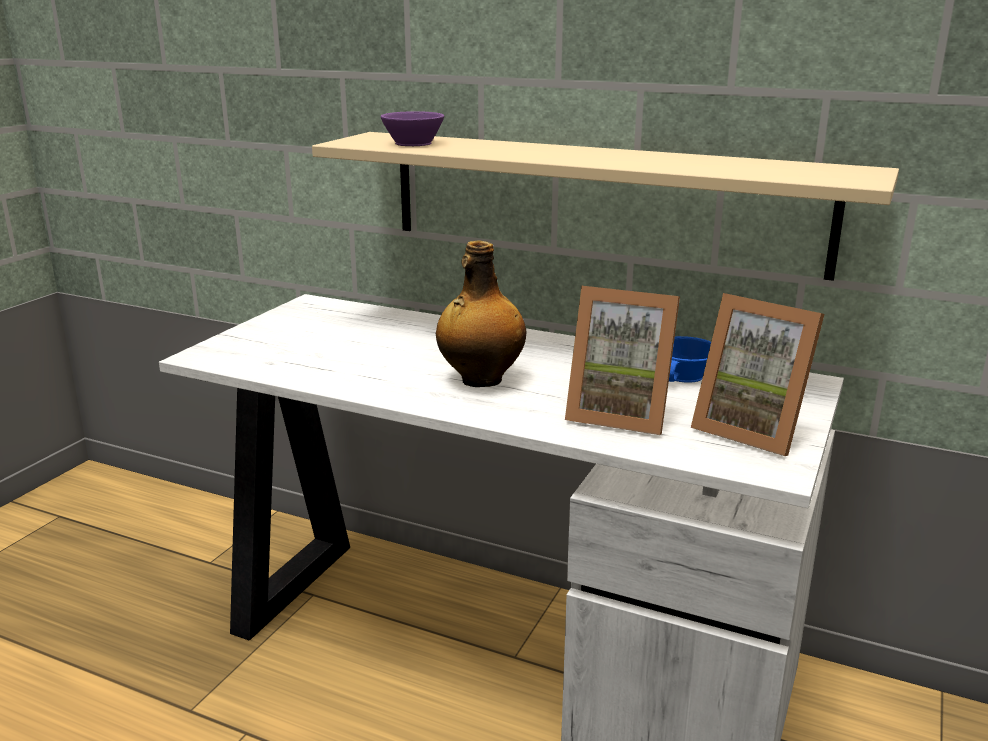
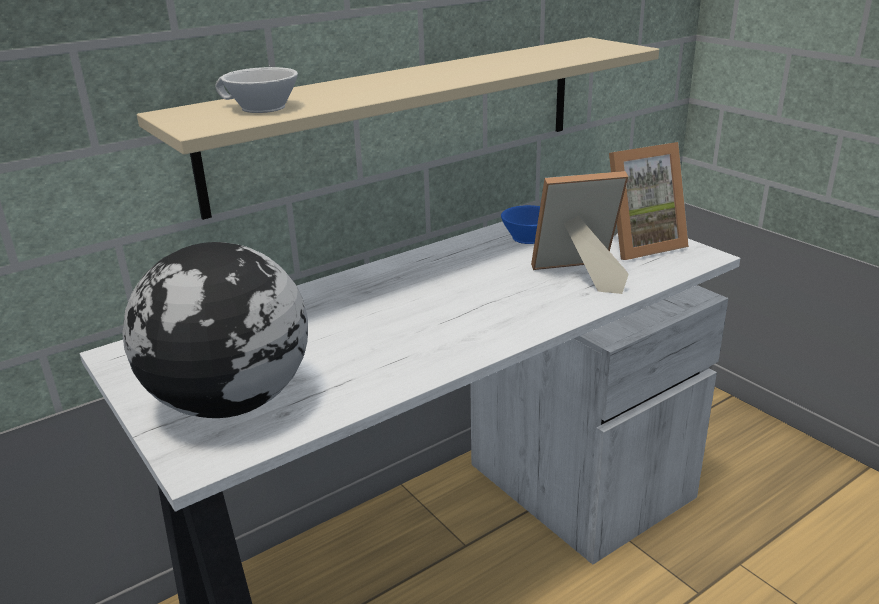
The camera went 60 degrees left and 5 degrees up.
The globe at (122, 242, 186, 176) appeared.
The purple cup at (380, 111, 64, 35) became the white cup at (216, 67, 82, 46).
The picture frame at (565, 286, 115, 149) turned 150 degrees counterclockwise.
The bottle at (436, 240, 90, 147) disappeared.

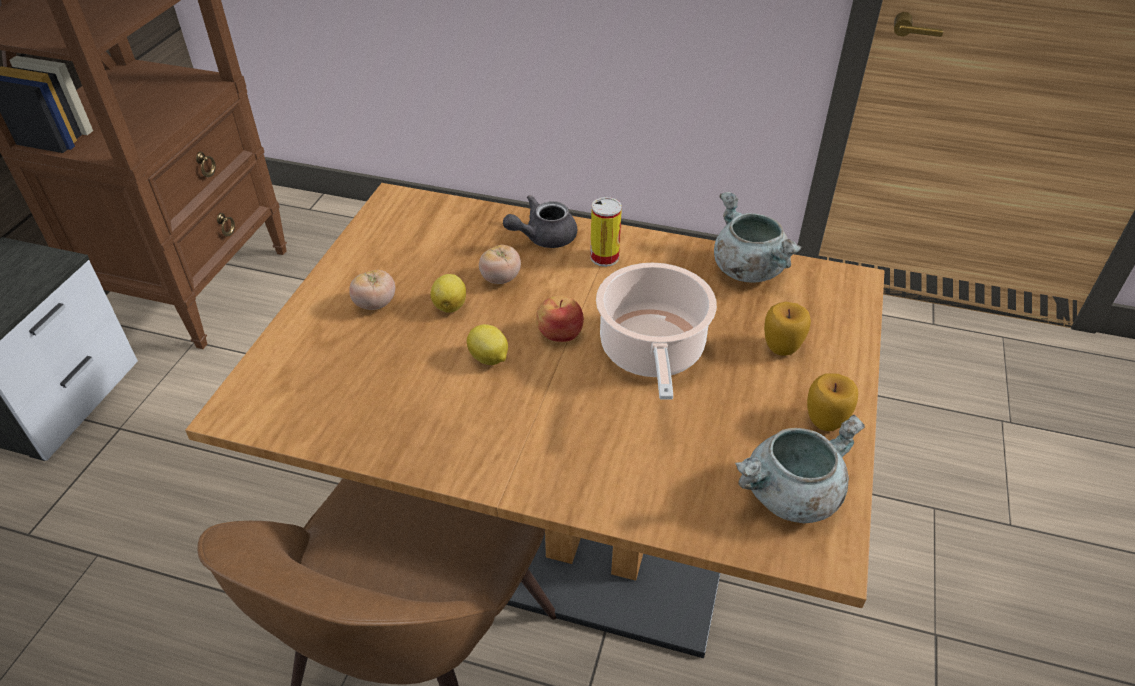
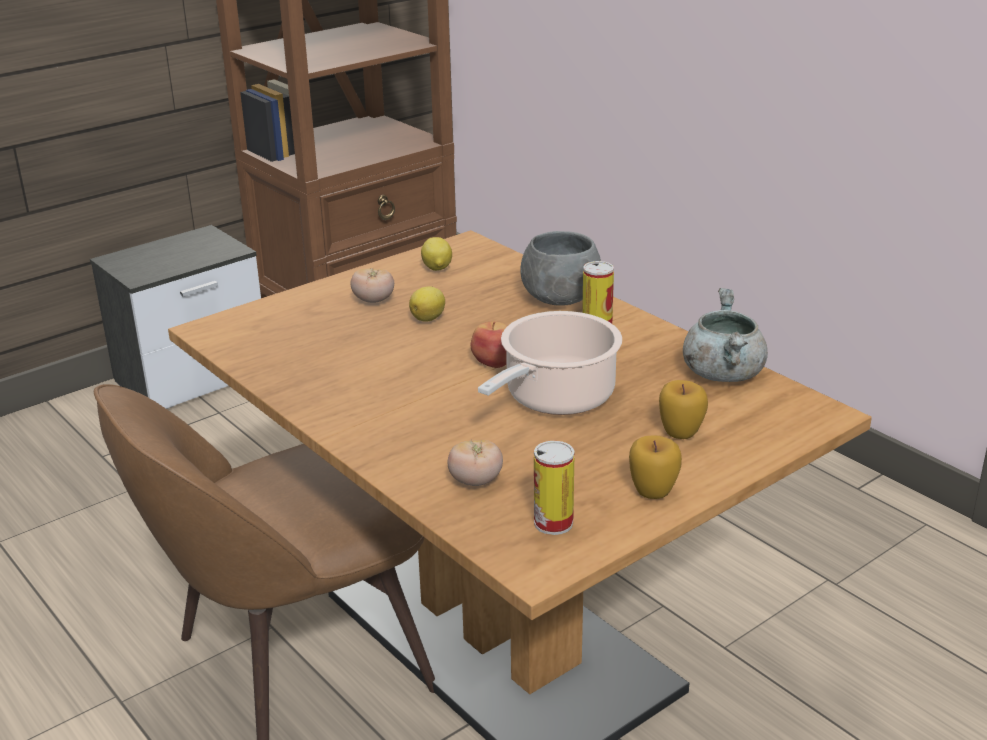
The camera went 35 degrees right and 15 degrees down.
The lemon moved from (467, 324, 41, 41) to (421, 237, 31, 34).
The tomato moved from (479, 245, 42, 39) to (448, 440, 55, 46).
The grey teapot at (503, 195, 74, 53) was replaced by the grey bowl at (520, 231, 81, 75).
The grey cooking pot at (735, 415, 130, 108) was replaced by the can at (534, 441, 41, 94).

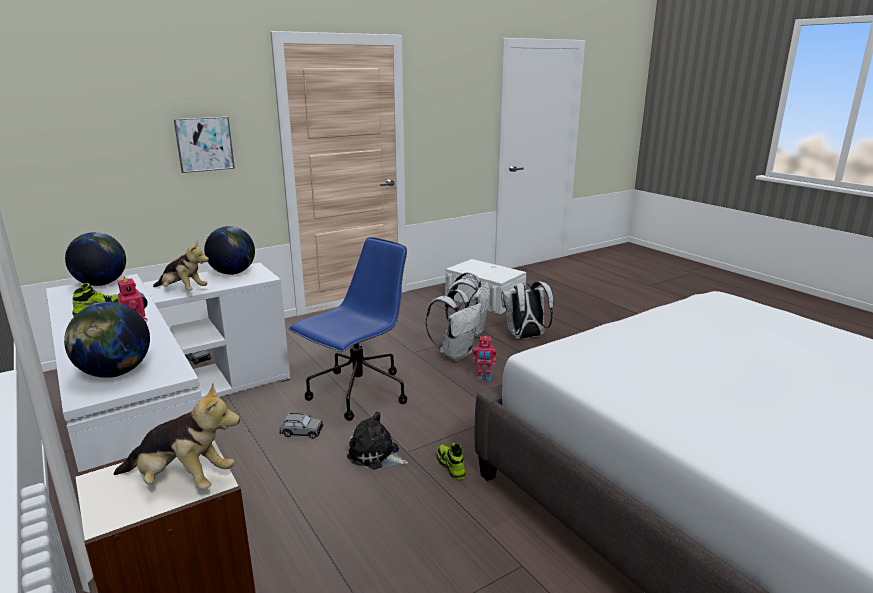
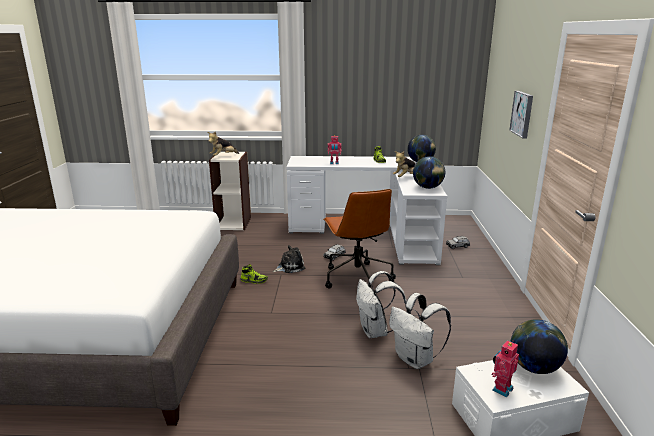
The camera went 125 degrees right and 0 degrees up.
The blue office chair at (288, 237, 119, 184) became the brown office chair at (323, 189, 73, 99).
The toy robot moved from (473, 336, 23, 45) to (492, 340, 27, 57).
The globe moved from (64, 302, 86, 76) to (510, 319, 58, 55).
The white backpack at (501, 281, 52, 58) disappeared.

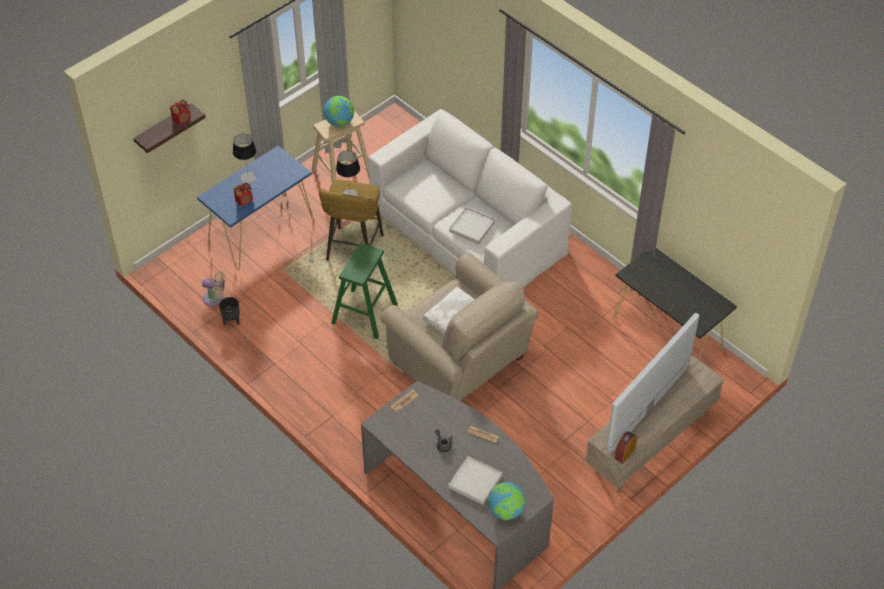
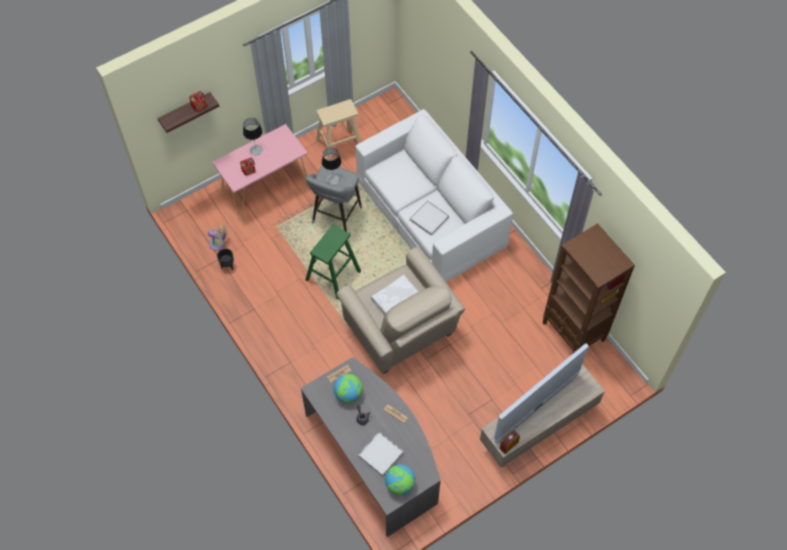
The camera went 10 degrees right and 10 degrees up.
The blue console table at (197, 146, 116, 123) became the pink console table at (212, 124, 96, 97).
The yellow stool at (319, 179, 65, 82) became the grey stool at (306, 165, 56, 67).
The globe moved from (324, 96, 30, 31) to (333, 374, 30, 29).
The black console table at (613, 248, 124, 112) was replaced by the brown bookcase at (543, 223, 92, 130).

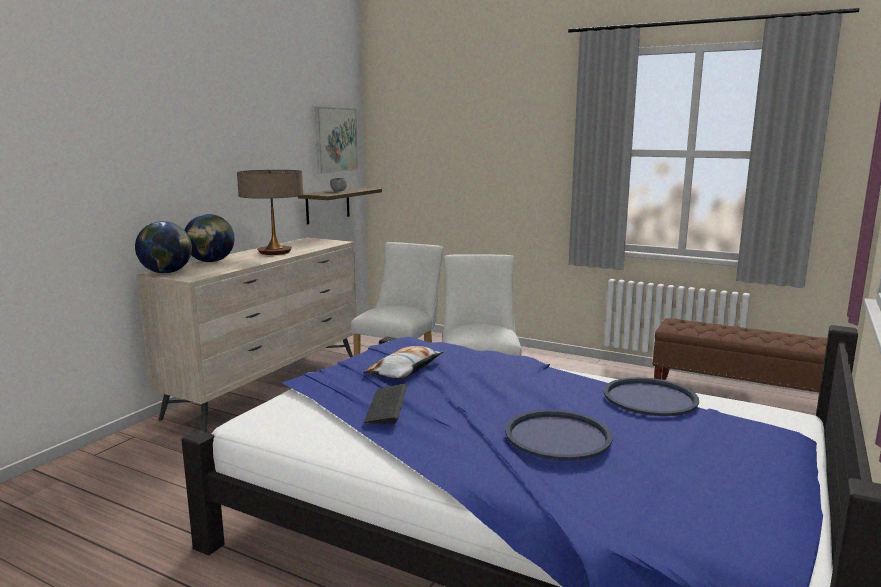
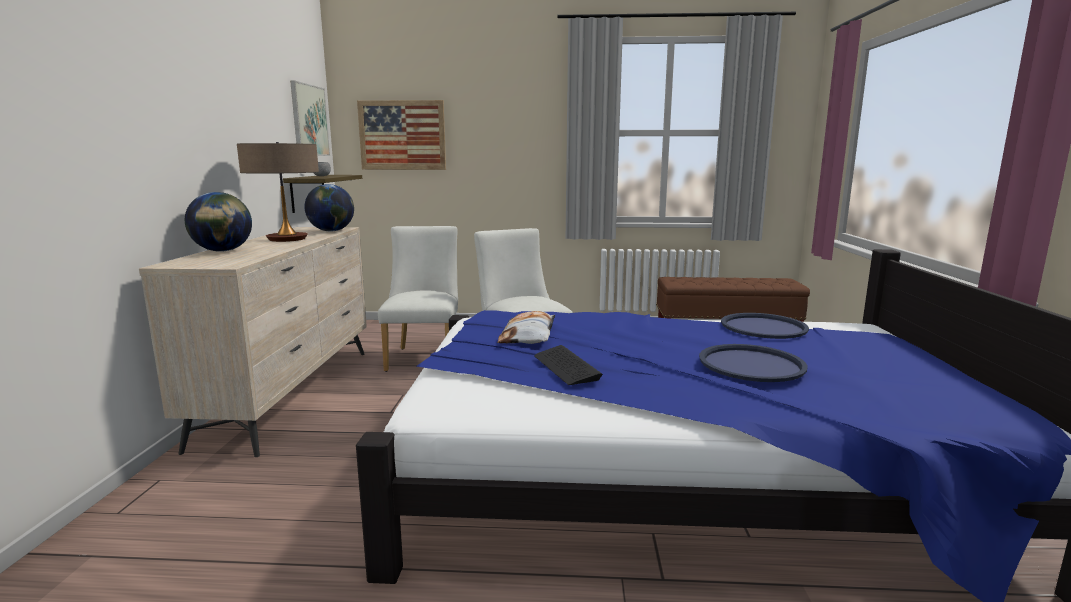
The camera went 25 degrees left and 0 degrees up.
The globe moved from (135, 221, 57, 52) to (304, 184, 50, 48).
The picture at (357, 100, 89, 70) appeared.

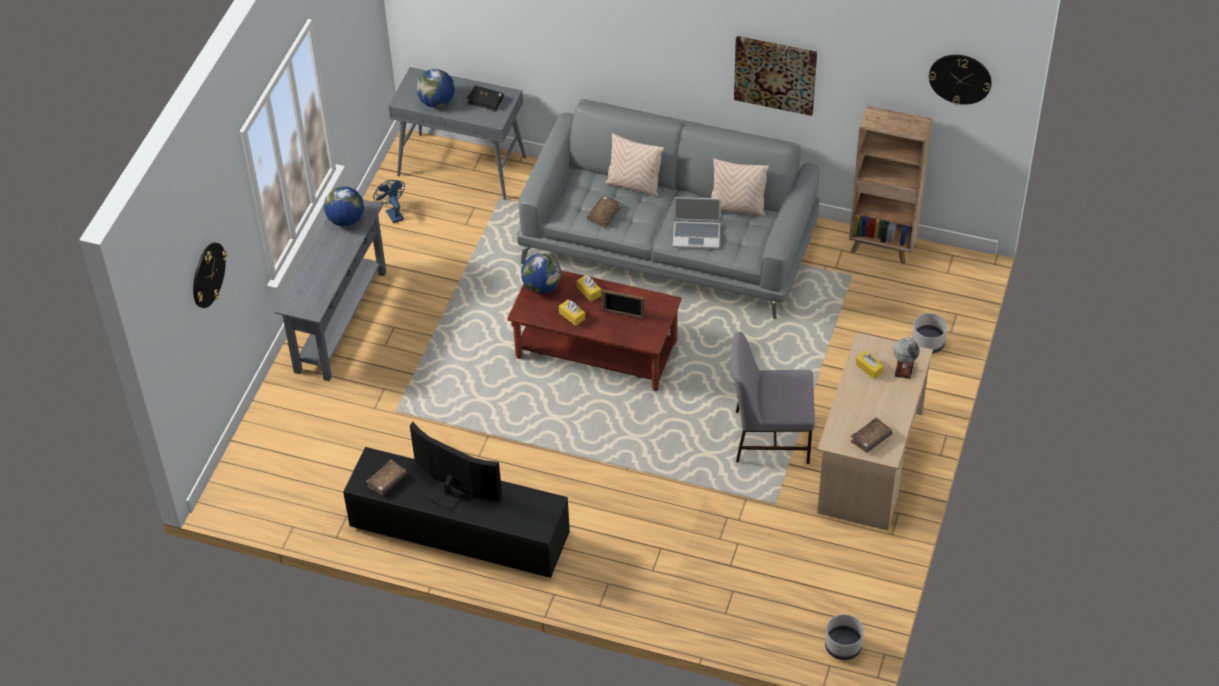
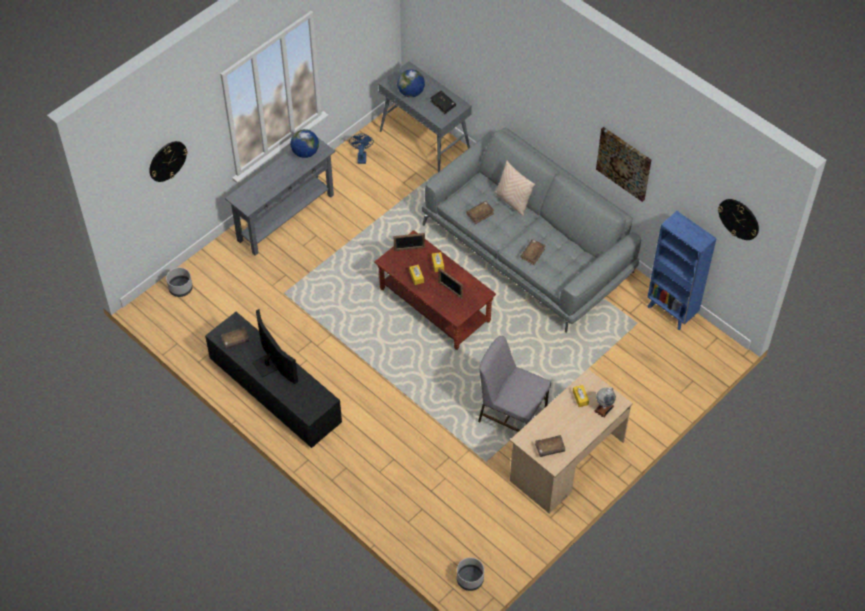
The camera went 25 degrees right and 5 degrees up.
The grey planter moved from (912, 313, 35, 41) to (166, 268, 27, 29).
The globe at (521, 254, 41, 40) was replaced by the picture frame at (394, 233, 31, 18).
The laptop at (673, 197, 48, 52) was replaced by the brown book at (521, 239, 25, 26).
The brown bookcase at (849, 105, 83, 159) became the blue bookcase at (648, 211, 69, 119).
The beige pillow at (711, 158, 58, 58) disappeared.

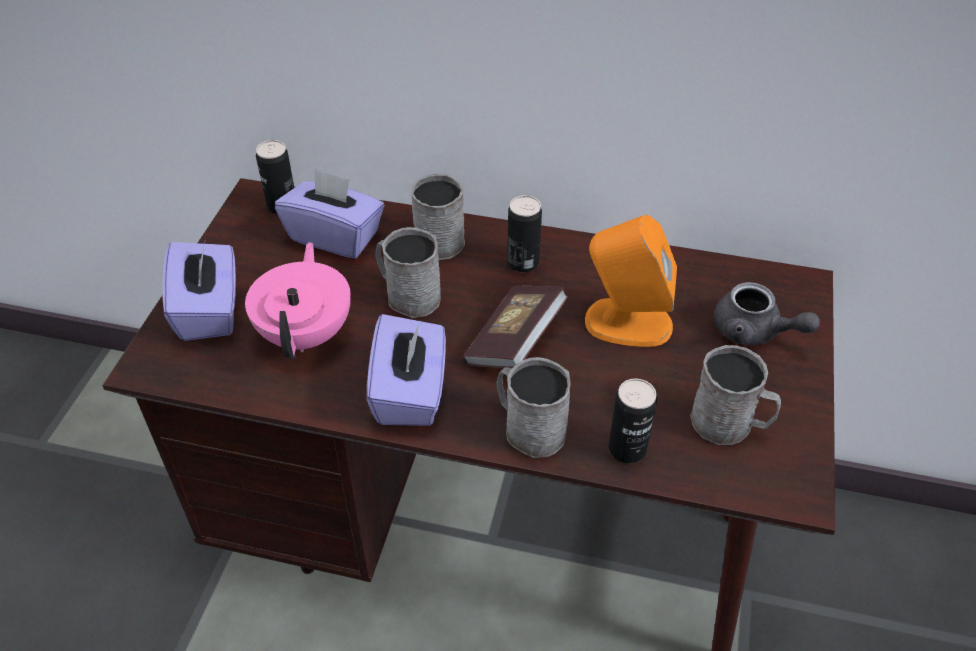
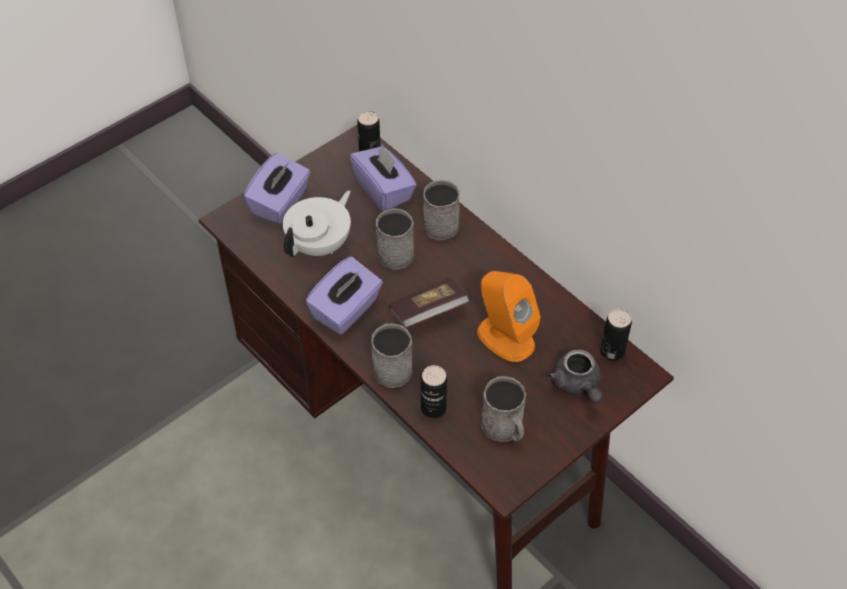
The camera went 35 degrees right and 5 degrees up.
The pink teapot at (245, 242, 106, 117) became the white teapot at (283, 190, 68, 67).
The can moved from (507, 195, 35, 77) to (600, 308, 32, 53).

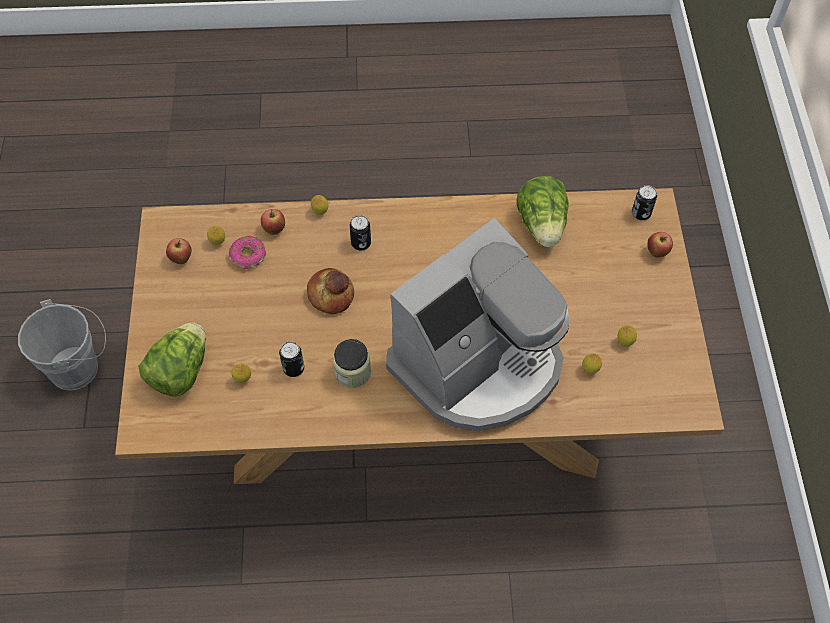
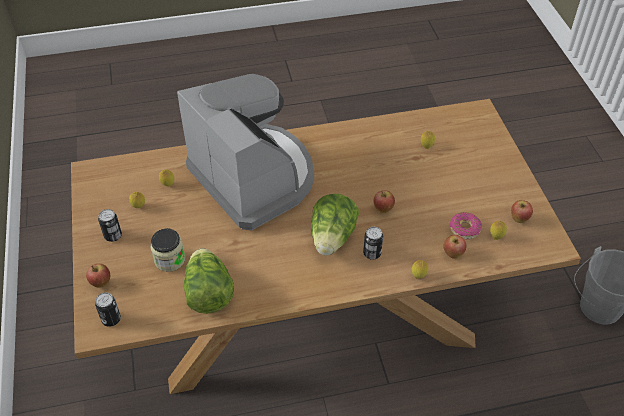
The camera went 170 degrees right and 10 degrees down.
The can moved from (279, 341, 25, 36) to (98, 209, 24, 33).
The jar moved from (333, 339, 38, 49) to (150, 228, 35, 44).
The coffee machine at (386, 218, 183, 213) turned 105 degrees clockwise.
The lettuce moved from (138, 322, 68, 75) to (311, 193, 48, 63).
The bread at (307, 268, 47, 46) was replaced by the apple at (373, 191, 22, 22).

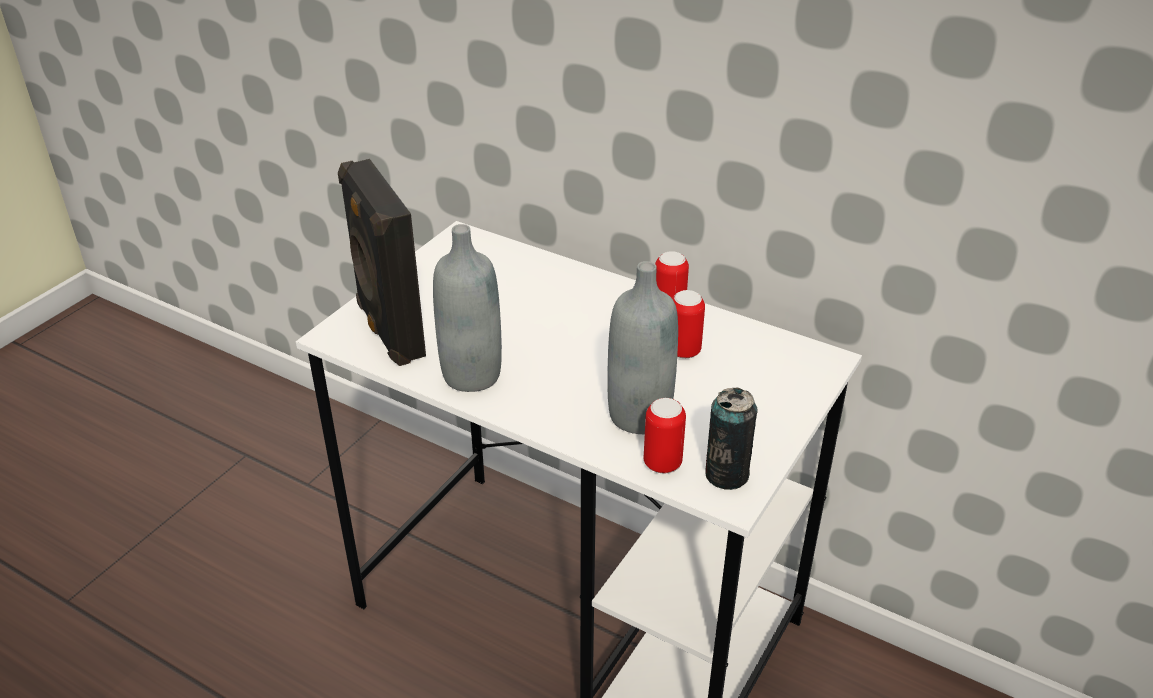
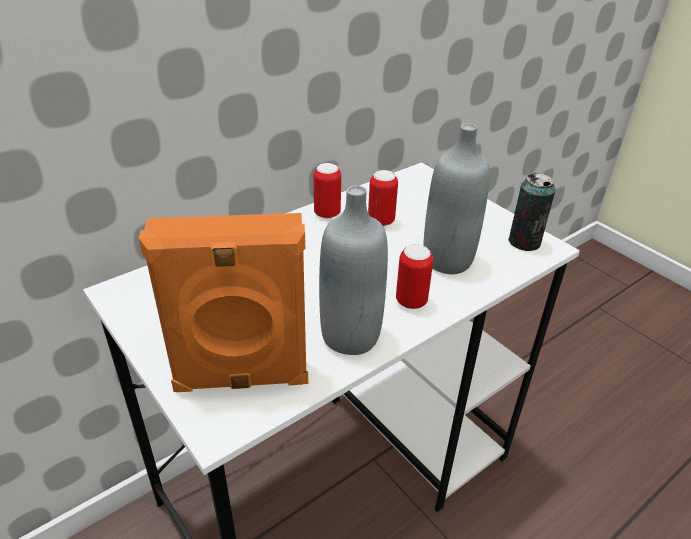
The camera went 70 degrees left and 0 degrees up.
The black speaker at (338, 159, 88, 207) became the orange speaker at (139, 213, 169, 179).
The can moved from (644, 398, 42, 75) to (396, 244, 37, 65).

